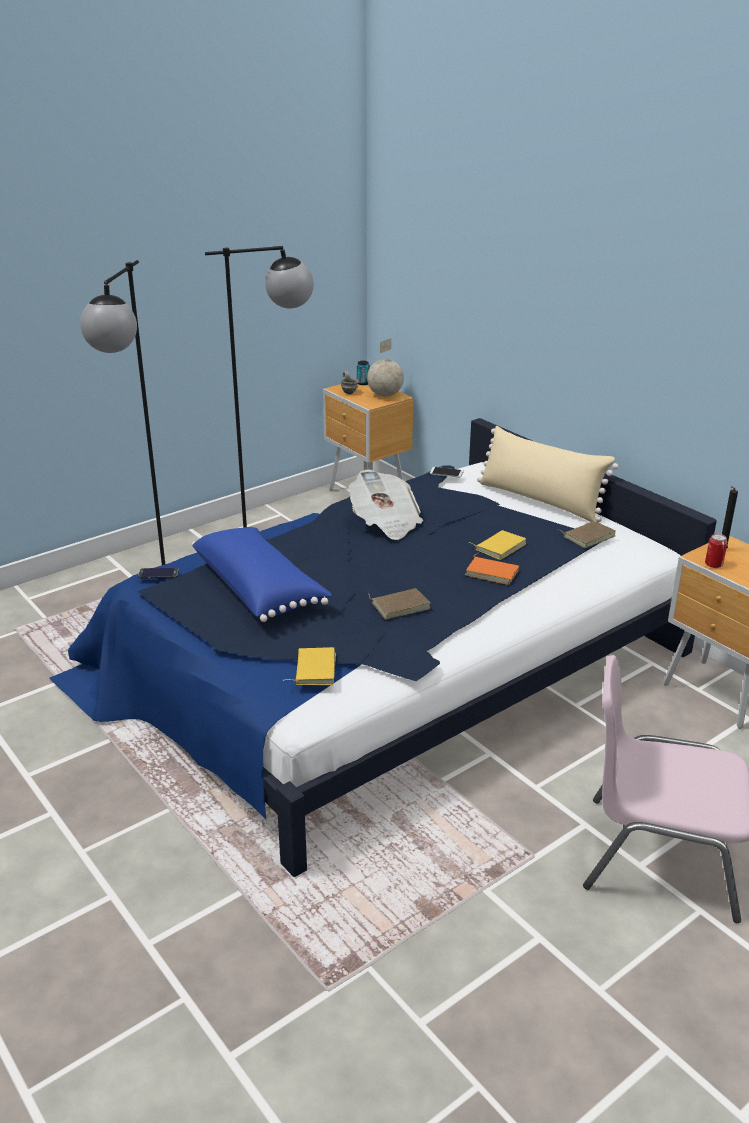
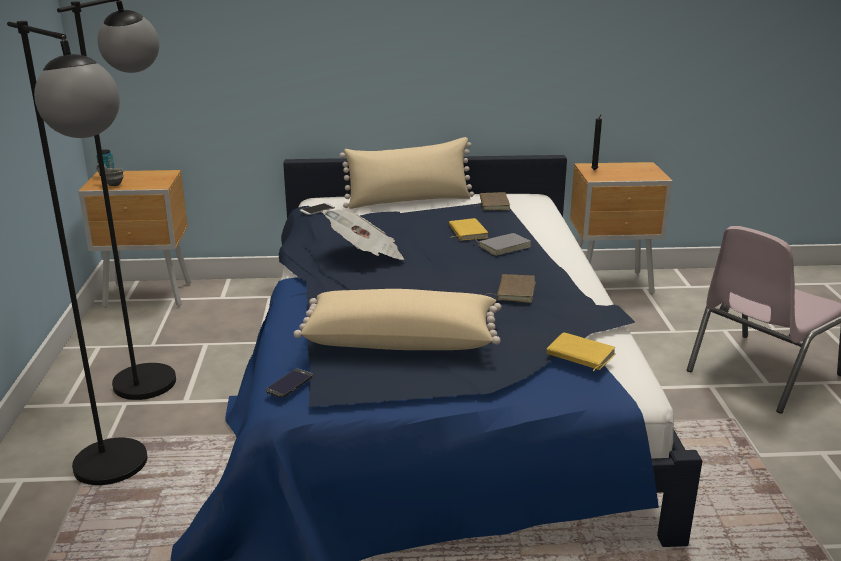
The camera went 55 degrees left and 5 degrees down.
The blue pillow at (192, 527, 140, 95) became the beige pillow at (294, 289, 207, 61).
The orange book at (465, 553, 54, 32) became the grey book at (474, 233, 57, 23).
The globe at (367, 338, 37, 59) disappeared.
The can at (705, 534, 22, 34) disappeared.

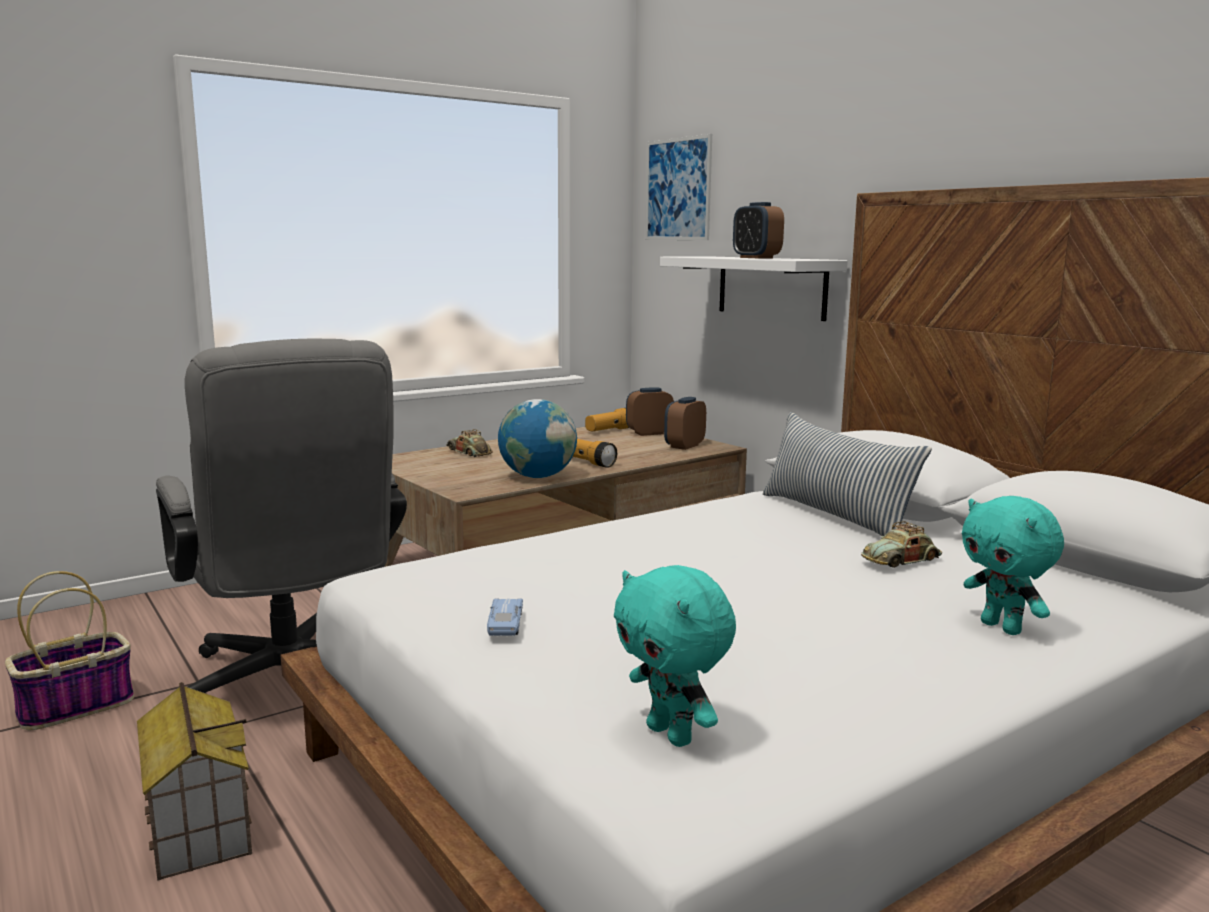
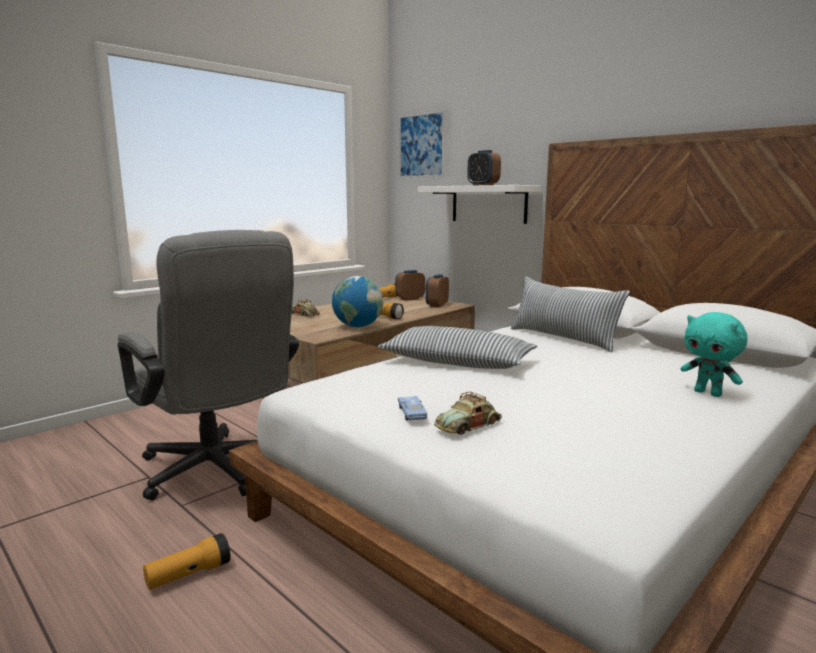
The camera went 10 degrees left and 0 degrees up.
The toy house at (137, 682, 115, 199) was replaced by the flashlight at (143, 533, 88, 57).
The pillow at (378, 326, 159, 43) appeared.
The toy car moved from (861, 521, 81, 47) to (434, 392, 68, 43).
The basket at (5, 571, 129, 159) disappeared.
The turquoise plush toy at (614, 565, 122, 182) disappeared.

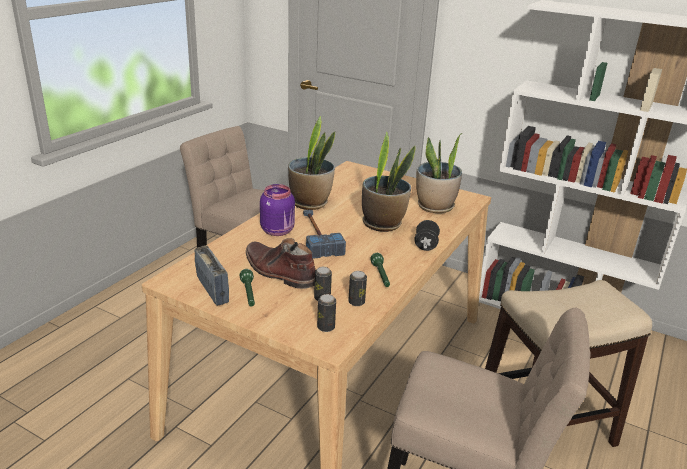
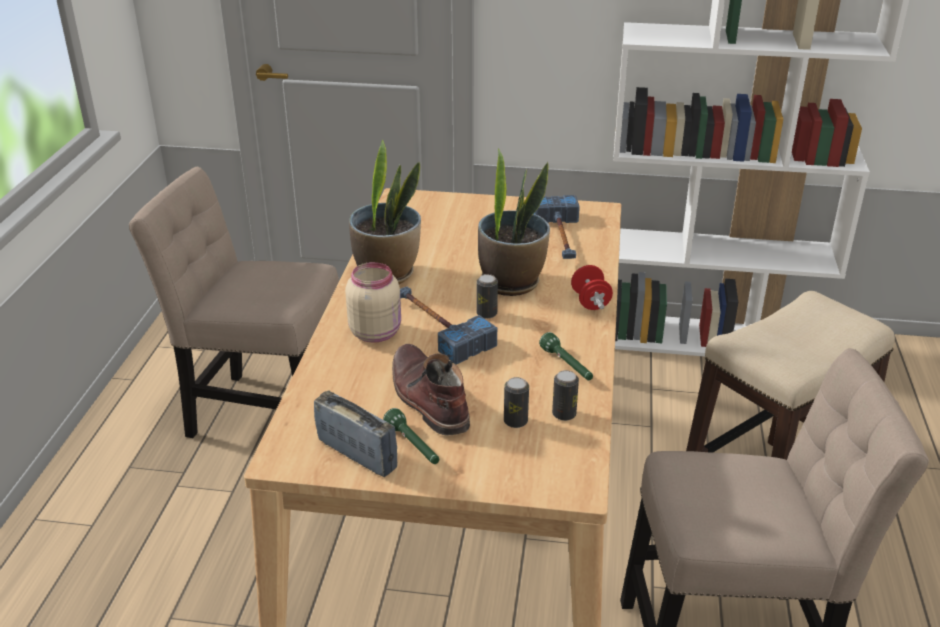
The camera went 20 degrees left and 5 degrees up.
The purple jar at (260, 184, 35, 52) became the beige jar at (345, 262, 56, 81).
The brown boot at (246, 238, 69, 51) turned 45 degrees clockwise.
The can moved from (317, 294, 19, 38) to (477, 274, 21, 45).
The potted plant at (416, 133, 46, 80) was replaced by the hammer at (534, 195, 46, 64).
The black dumbbell at (415, 220, 25, 31) became the red dumbbell at (571, 265, 42, 45).

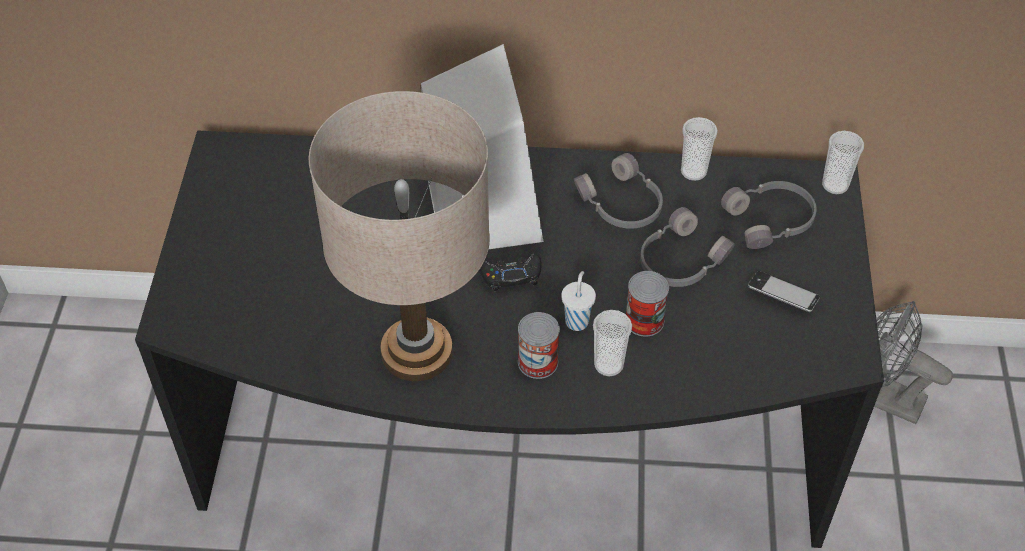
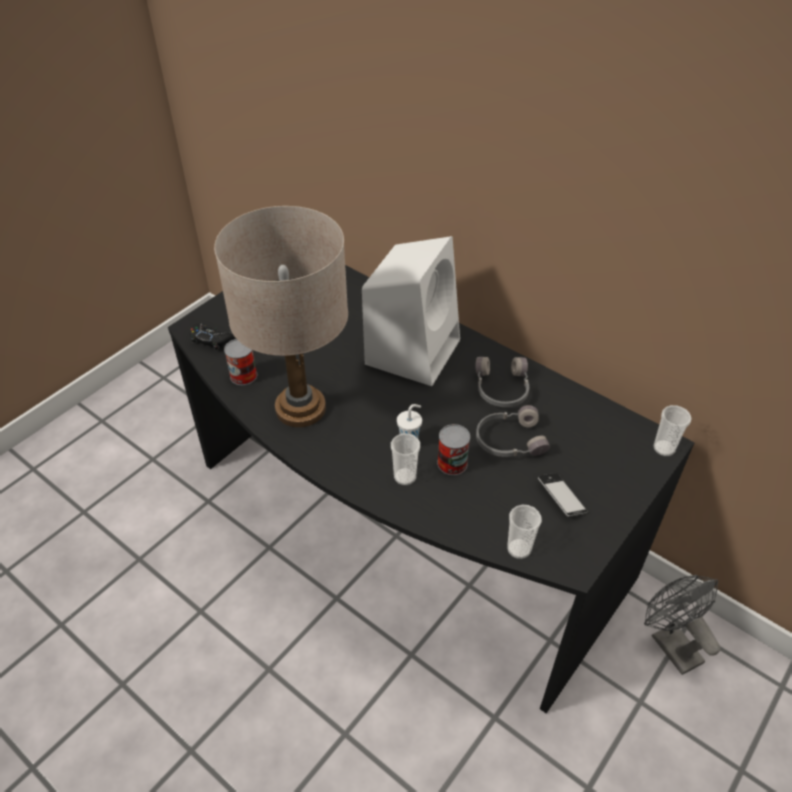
The camera went 35 degrees right and 5 degrees down.
The black game controller moved from (479, 254, 63, 38) to (190, 324, 45, 26).
The can moved from (518, 312, 42, 67) to (224, 339, 33, 46).
The cup moved from (681, 117, 37, 64) to (507, 505, 35, 54).
The grey headphones at (721, 181, 96, 68) disappeared.

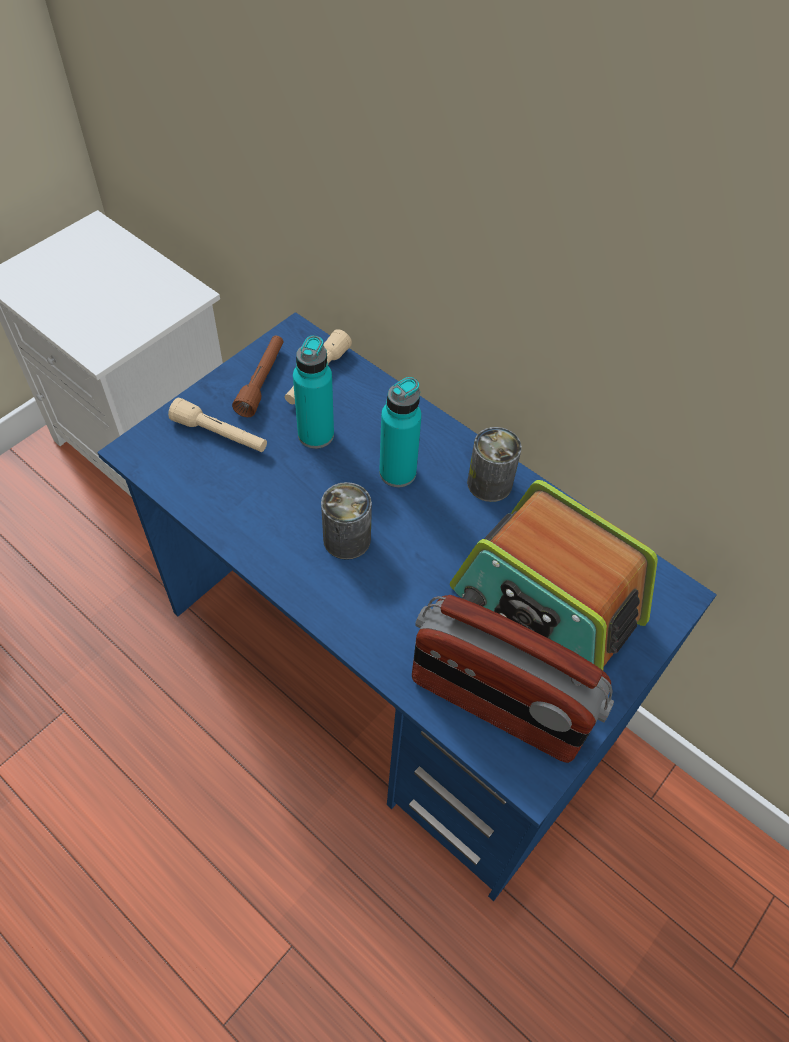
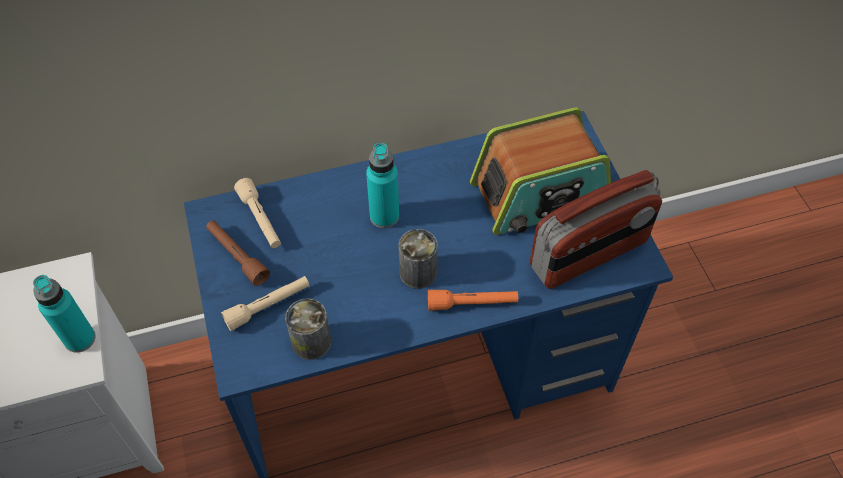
The camera went 55 degrees left and 0 degrees up.
The turquoise bottle moved from (293, 335, 41, 114) to (33, 275, 63, 78).
The can moved from (467, 427, 55, 75) to (285, 299, 46, 61).
The orange flashlight at (428, 289, 90, 22) appeared.

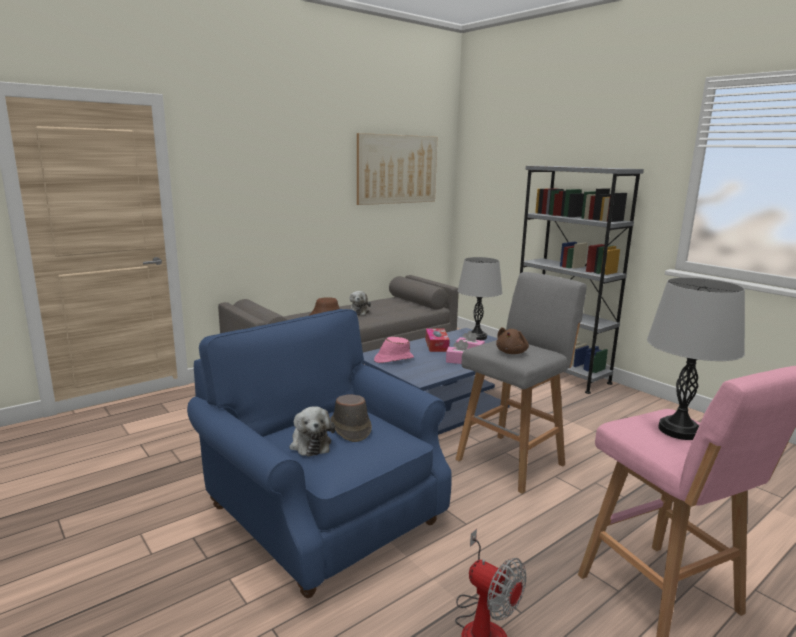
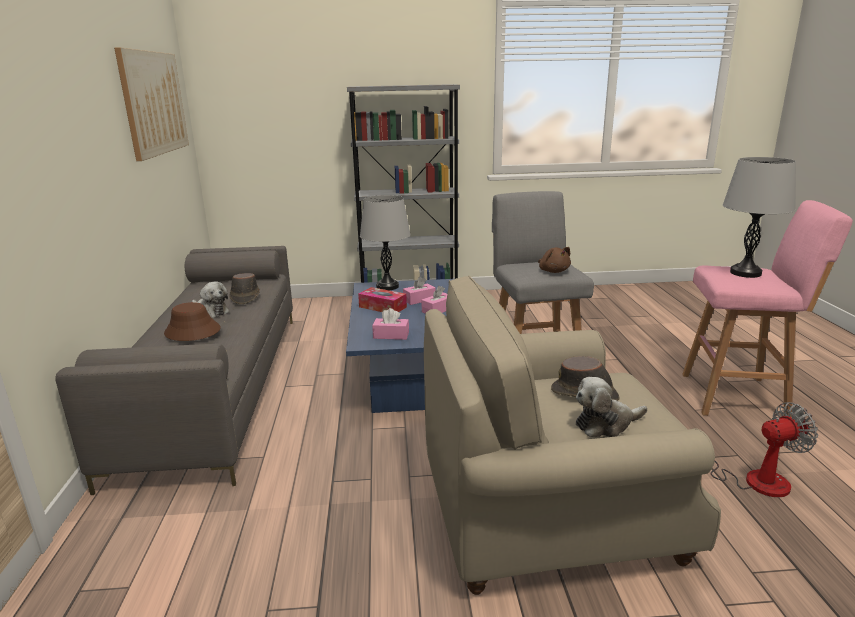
The camera went 55 degrees left and 5 degrees up.
The brown hat at (229, 273, 31, 31) appeared.
The pink hat at (374, 337, 40, 26) was replaced by the pink tissue box at (372, 308, 37, 32).
The blue armchair at (187, 309, 265, 289) became the beige armchair at (424, 275, 297, 320).
The plush toy at (290, 406, 45, 51) turned 150 degrees clockwise.

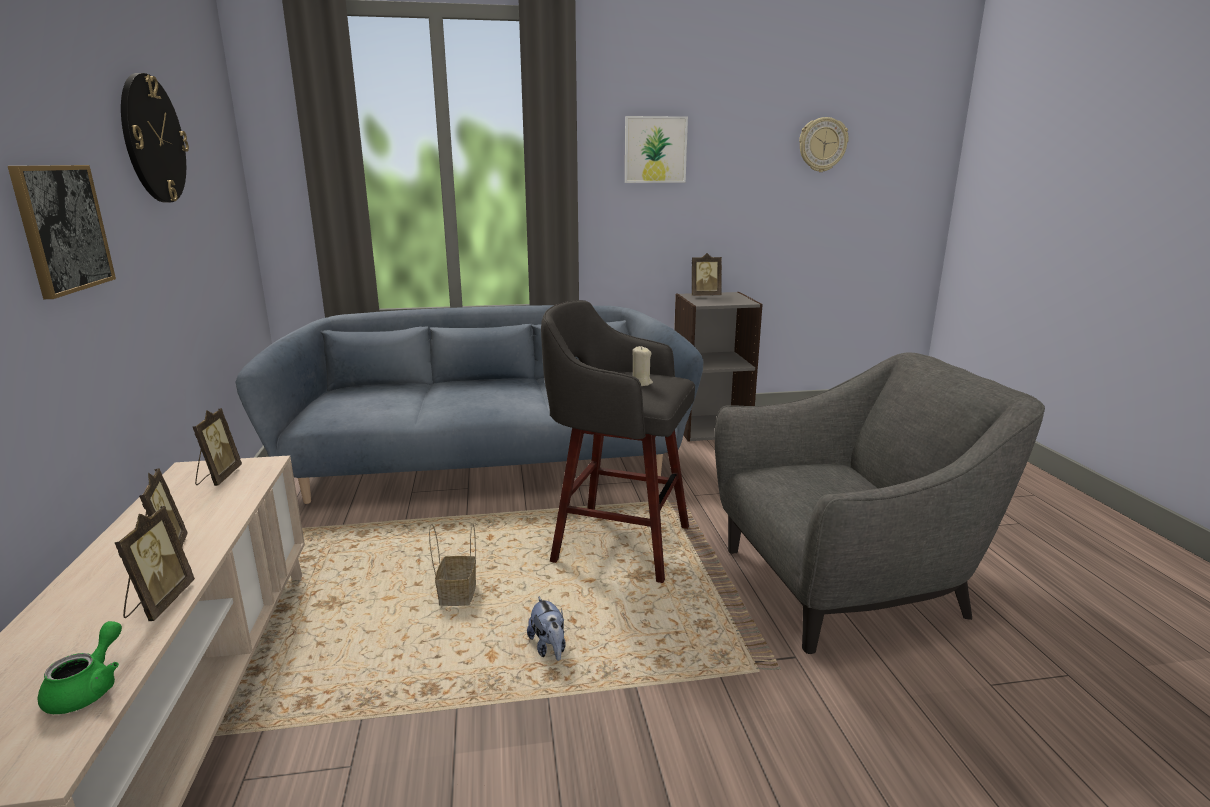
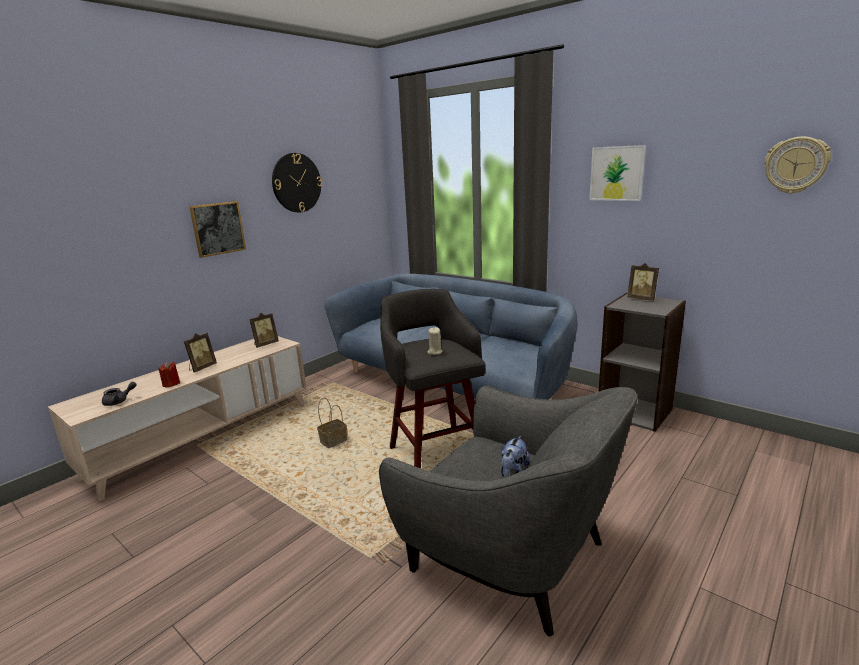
The camera went 50 degrees right and 0 degrees up.
The green teapot at (38, 621, 84, 93) became the grey teapot at (102, 382, 35, 24).
The picture frame at (114, 506, 81, 115) was replaced by the red candle at (159, 362, 21, 26).
The plush toy moved from (527, 596, 39, 65) to (501, 436, 29, 42).

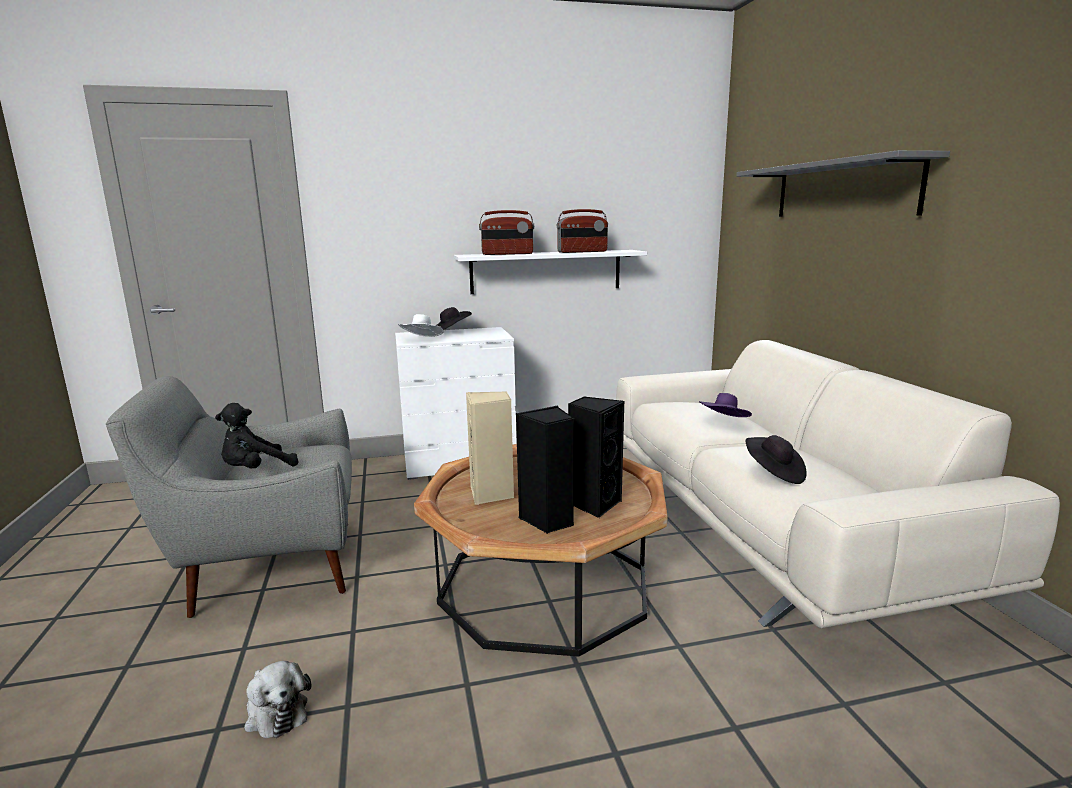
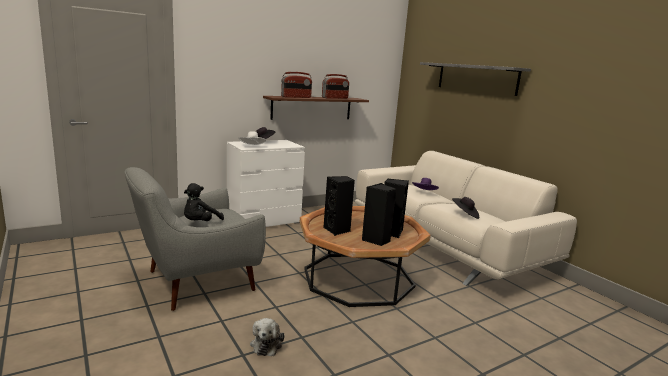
The camera went 20 degrees left and 0 degrees up.
The plush toy at (244, 661, 68, 77) turned 60 degrees clockwise.
The white shelf at (454, 250, 193, 44) became the brown shelf at (263, 96, 106, 24).
The beige speaker at (466, 392, 48, 113) became the black speaker at (323, 176, 32, 60).

